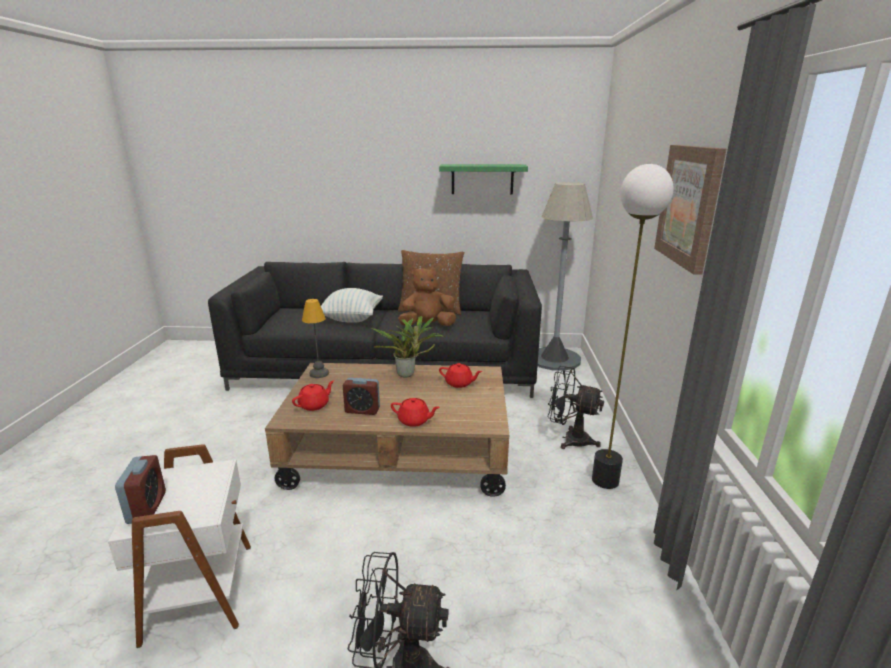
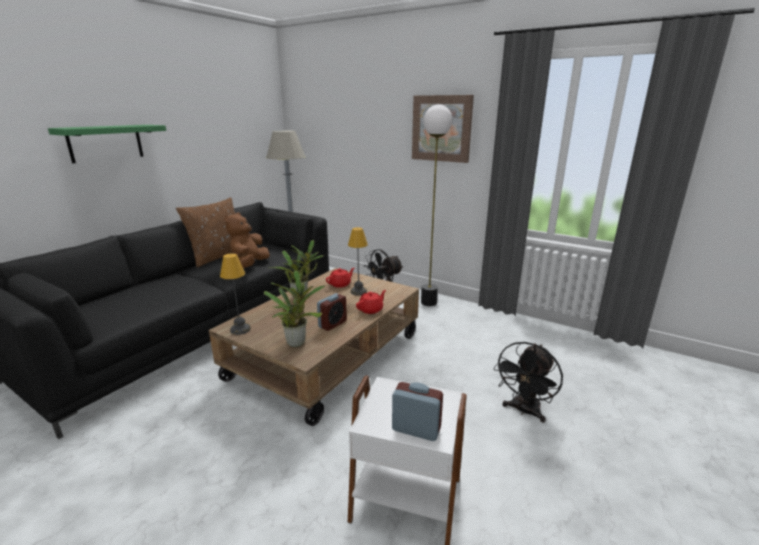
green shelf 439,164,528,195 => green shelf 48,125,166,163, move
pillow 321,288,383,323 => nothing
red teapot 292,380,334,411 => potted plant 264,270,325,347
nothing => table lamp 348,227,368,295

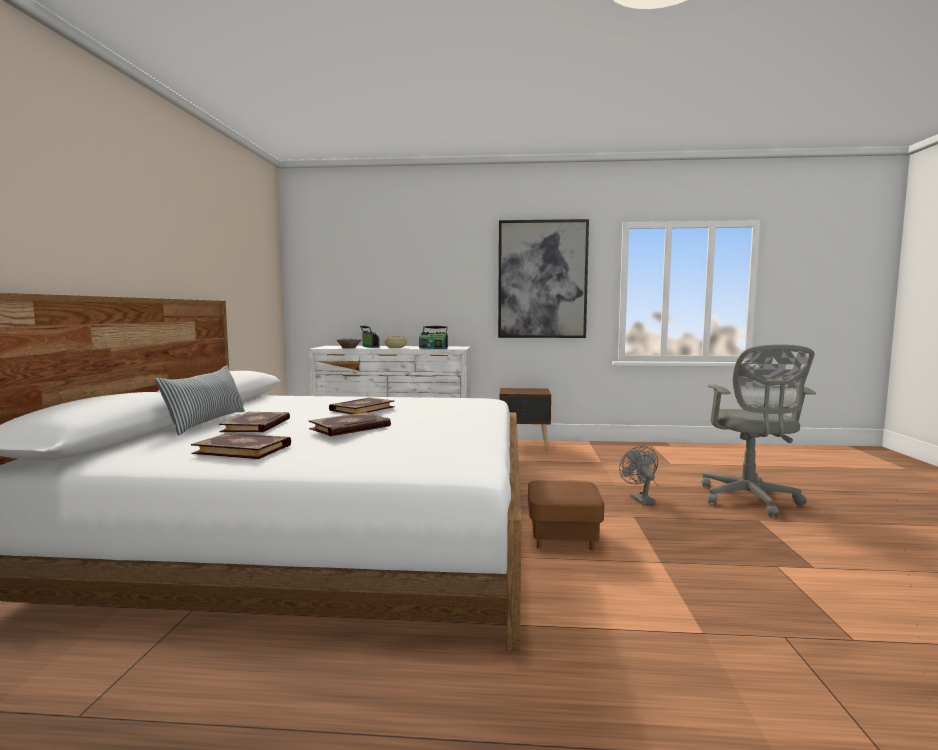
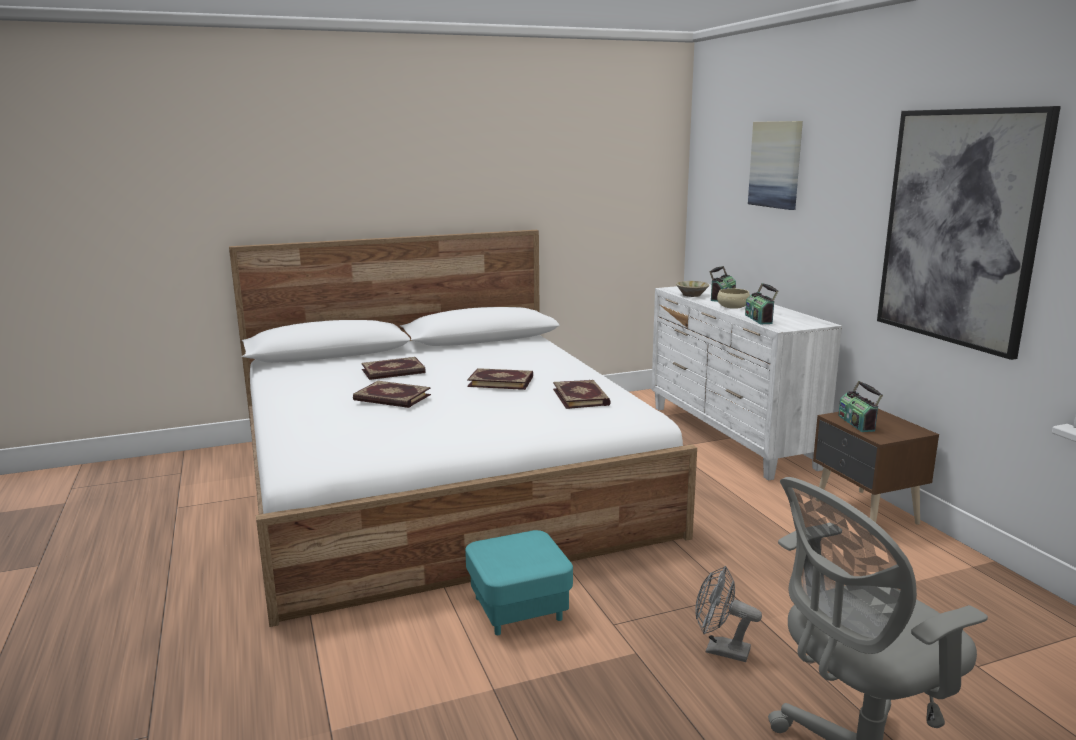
pillow 155,365,245,435 => nothing
book 191,433,291,459 => book 553,380,611,409, move
grey fan 619,446,658,504 => grey fan 695,566,762,662, 120 degrees counterclockwise
brown ottoman 528,480,604,550 => turquoise ottoman 465,530,573,635
nothing => picture 748,121,803,210
nothing => radio 838,381,883,432

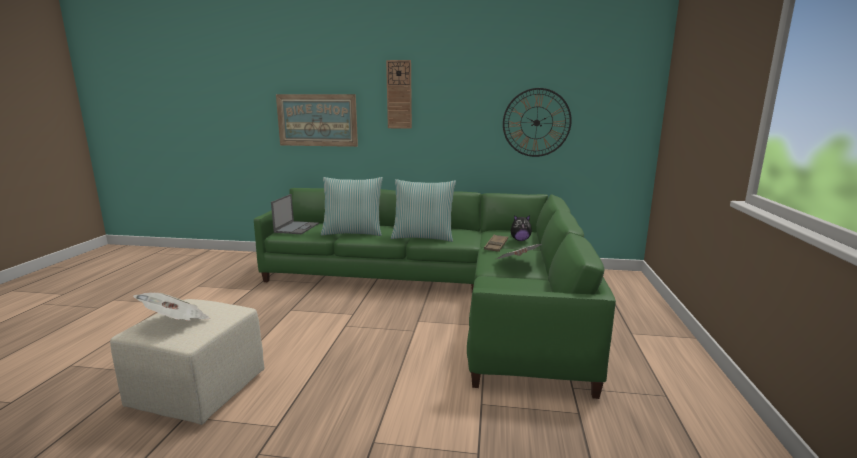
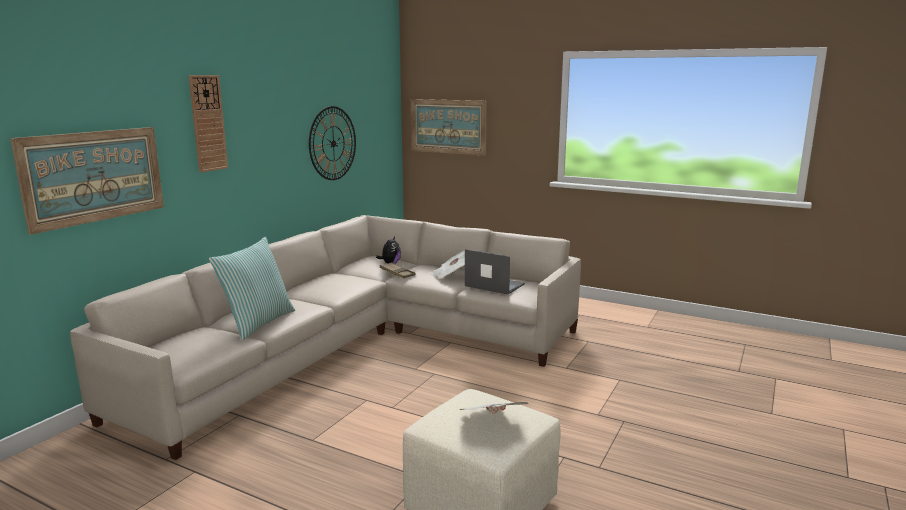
pillow 391,179,456,242 => nothing
green sofa 254,188,616,399 => beige sofa 70,215,581,460
laptop 271,194,319,234 => laptop 465,249,525,295, move
nothing => picture 411,99,487,156

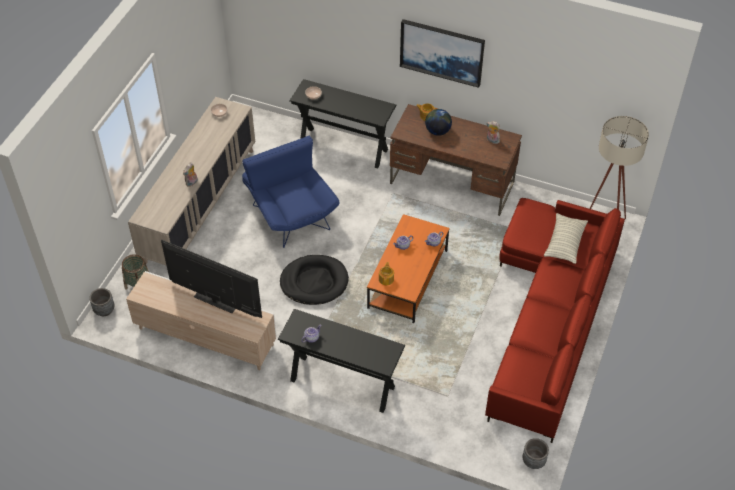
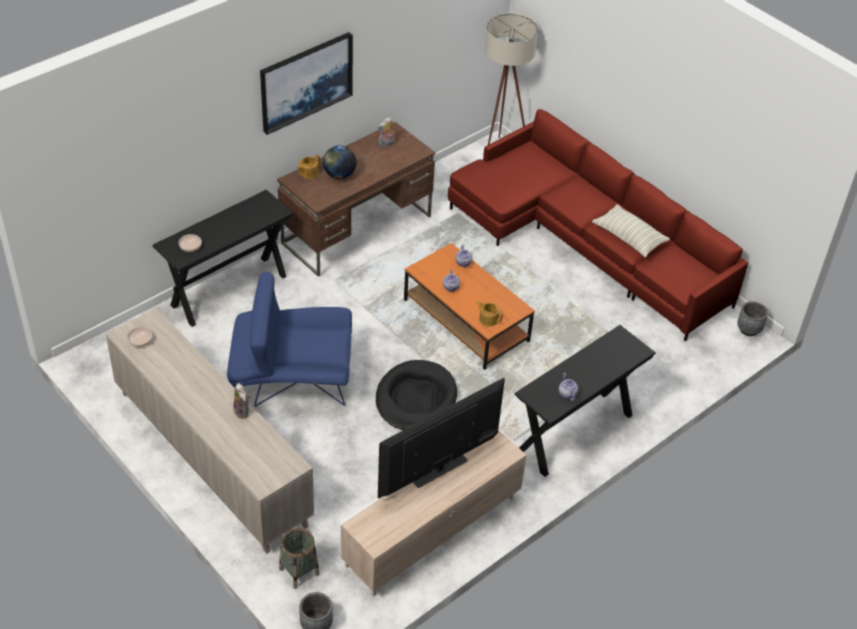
pillow 544,213,588,264 => pillow 592,204,670,258, move

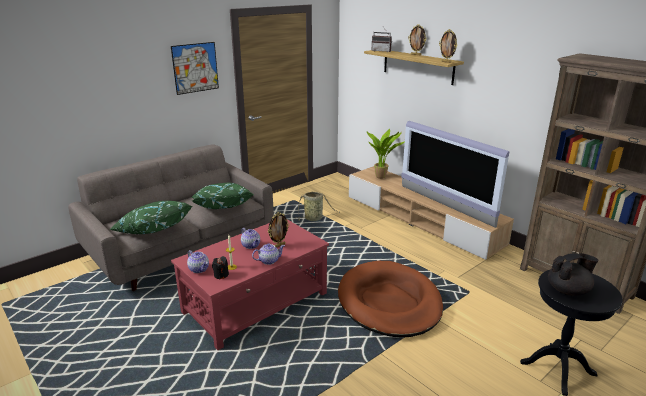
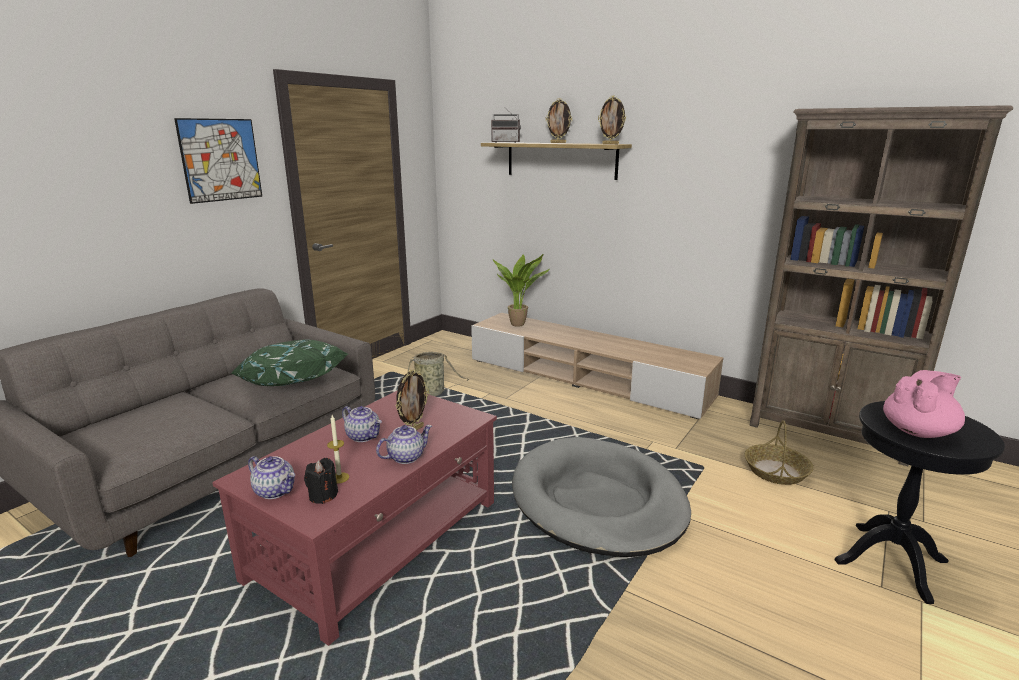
television 401,121,510,228 => nothing
green pillow 110,201,193,234 => nothing
black teapot 548,253,598,296 => pink teapot 883,370,965,438
brown dog bed 338,261,443,338 => grey dog bed 512,437,691,557
nothing => basket 744,420,814,485

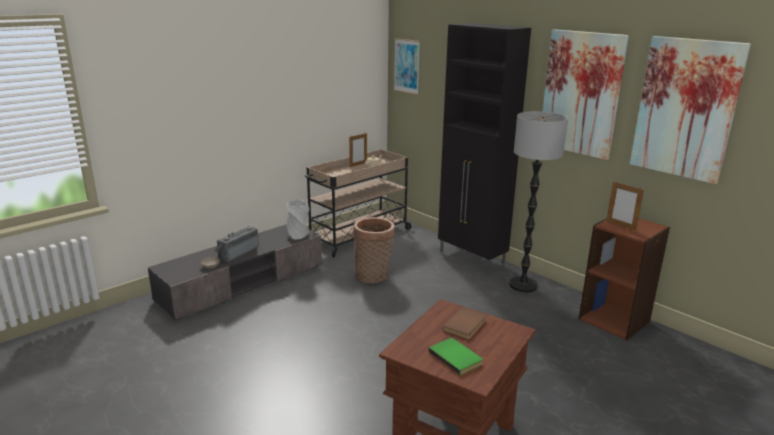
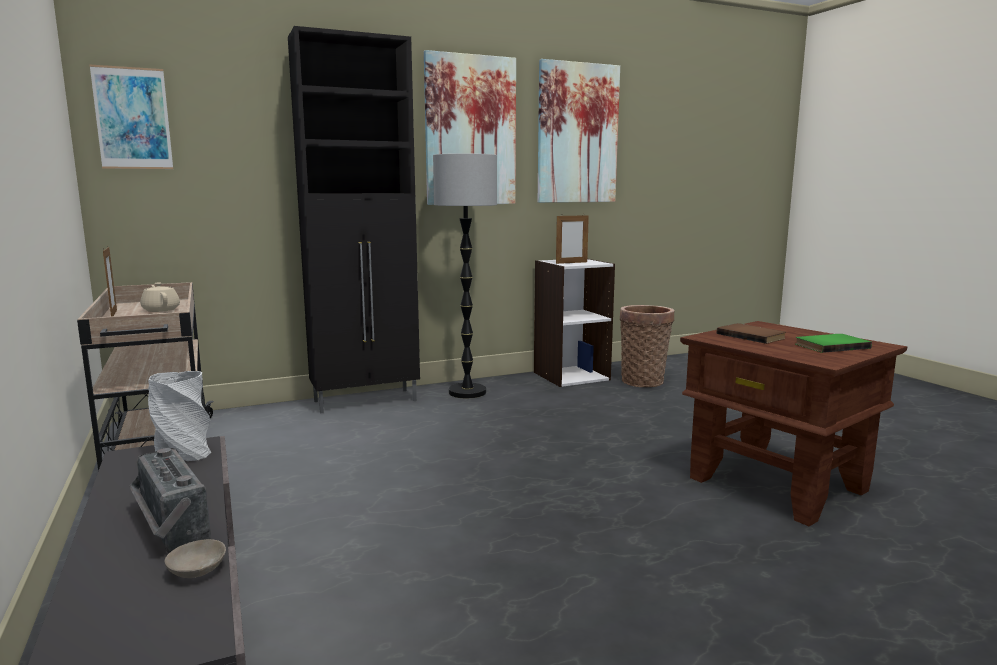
basket 353,217,395,283 => basket 620,305,674,387, move
brown bookcase 579,218,670,340 => white bookcase 534,259,615,387

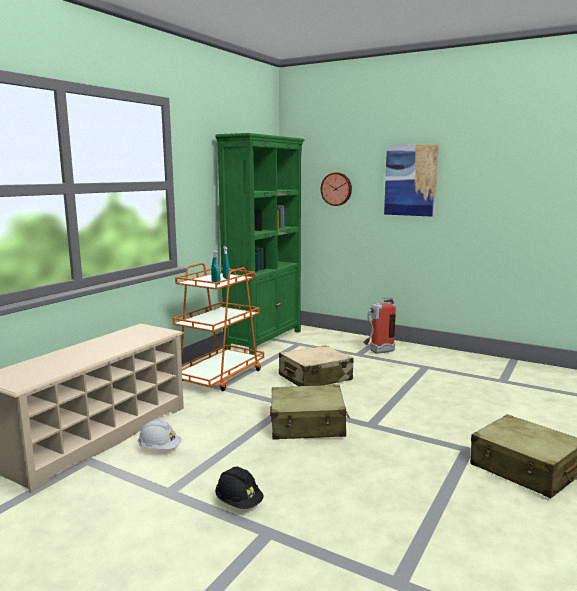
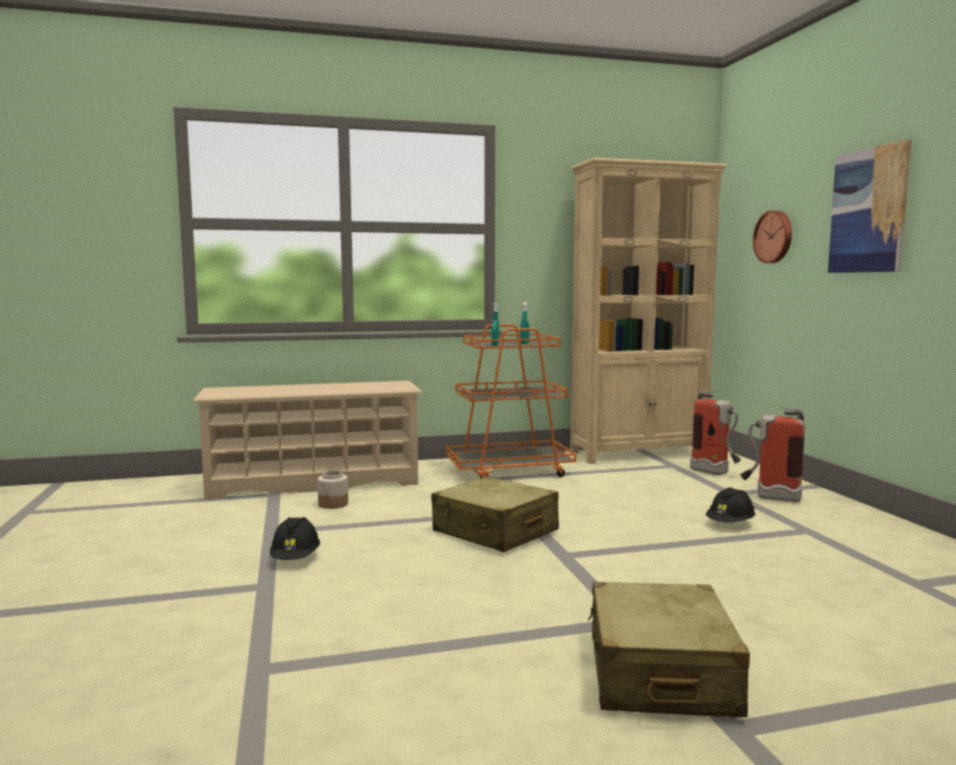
green bookcase 215,133,304,355 => beige bookcase 570,158,727,464
beige suitcase 279,345,354,386 => nothing
white hard hat 138,419,181,450 => jar 318,471,348,509
nothing => fire extinguisher 690,391,741,475
nothing => black hard hat 706,487,755,523

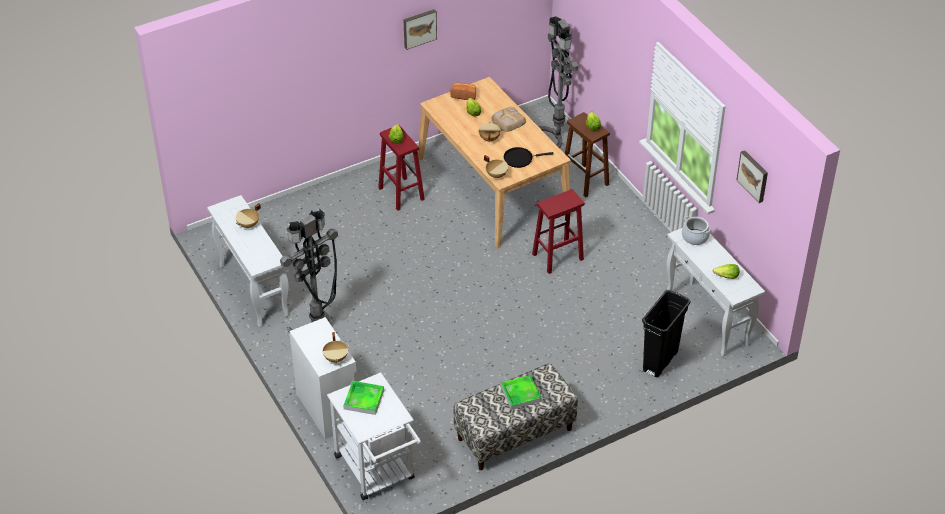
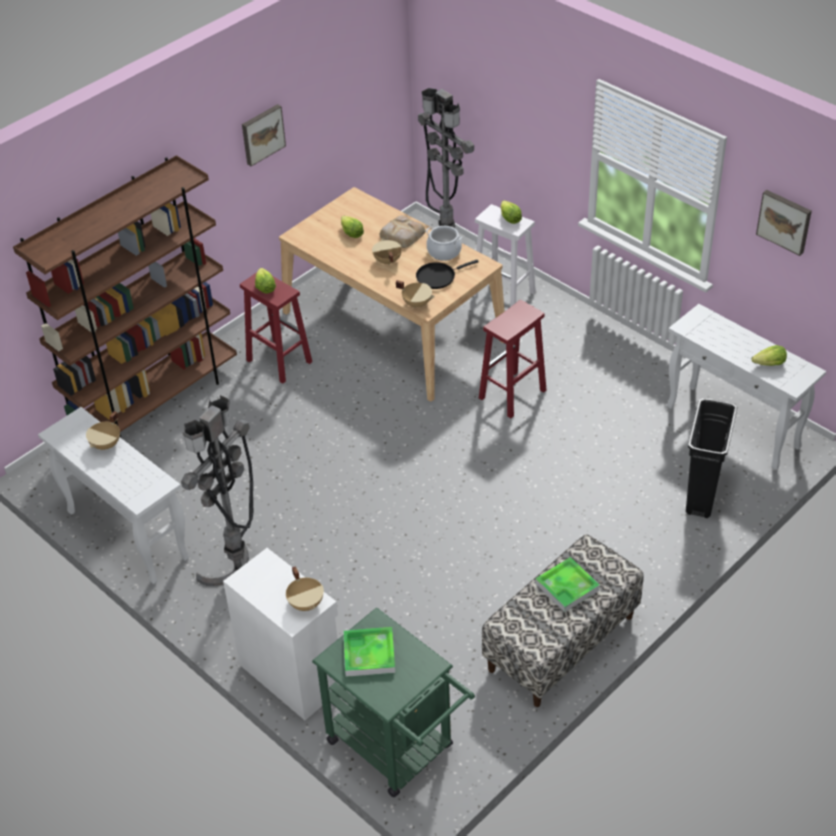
bread 450,82,476,100 => nothing
brown stool 565,112,610,198 => white stool 474,204,536,307
cooking pot 682,216,710,245 => cooking pot 426,226,462,261, move
white cart 327,373,421,500 => green cart 312,607,475,797
nothing => brown bookcase 13,155,237,438

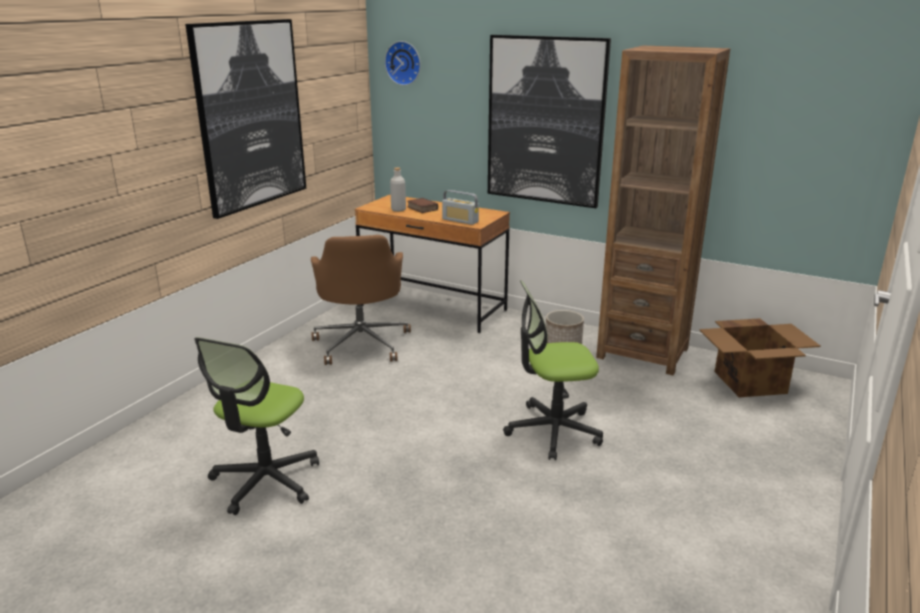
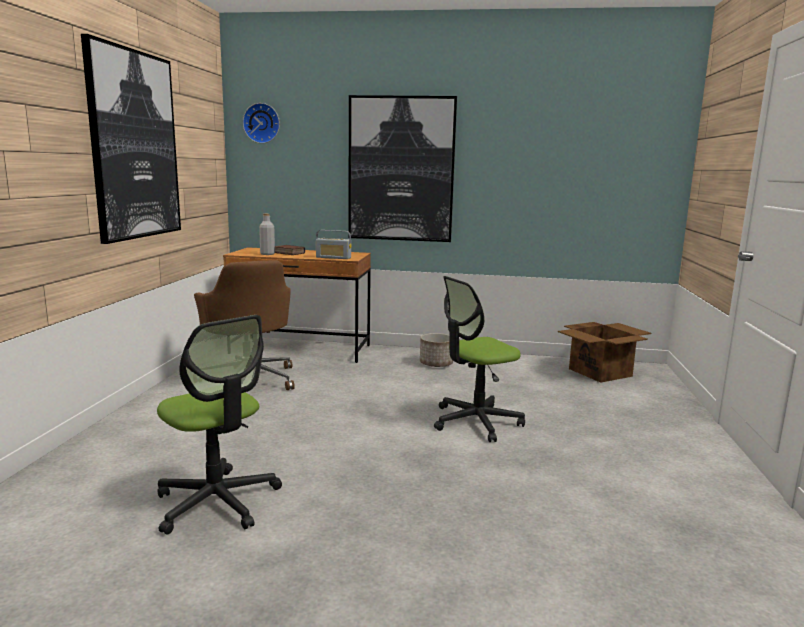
brown bookcase 596,46,730,375 => nothing
office chair 194,337,319,515 => office chair 157,315,282,534, 45 degrees counterclockwise

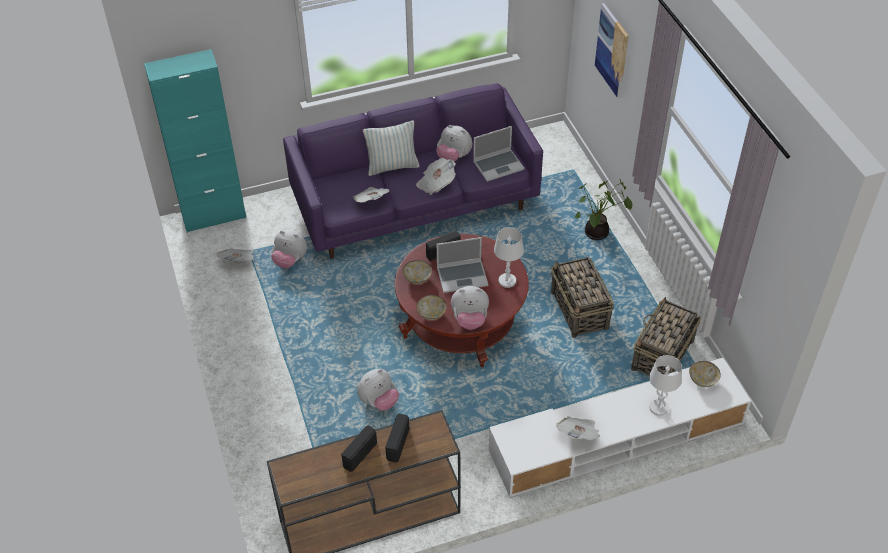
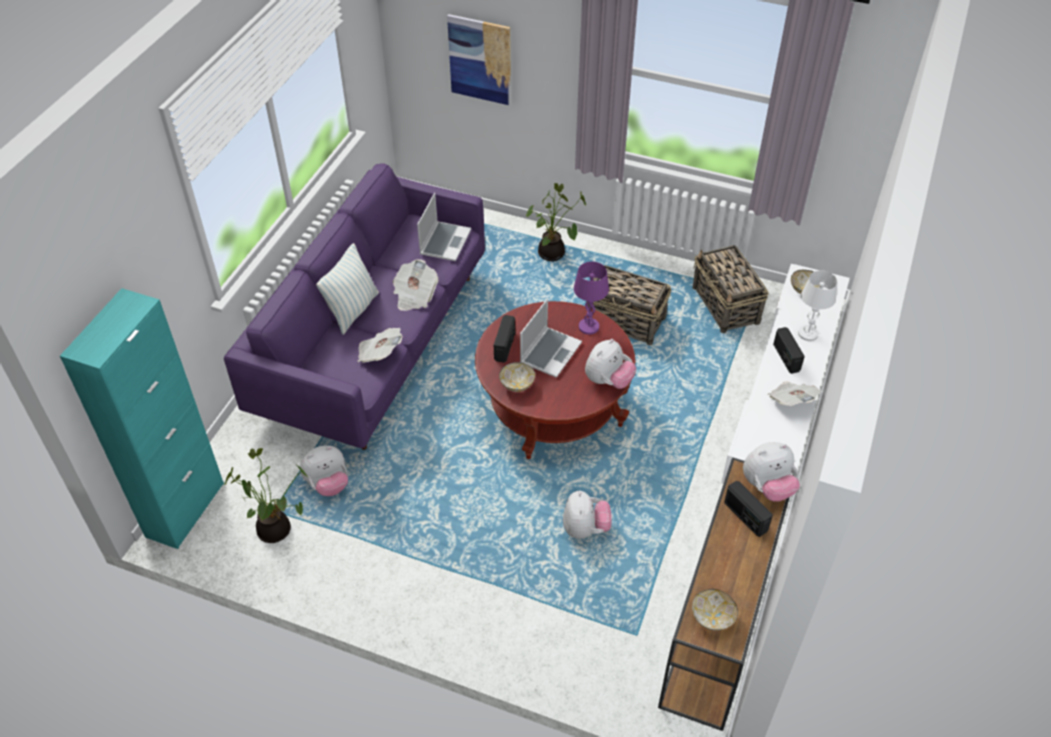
plush toy 436,125,472,162 => plush toy 743,442,800,502, move
white table lamp 494,227,524,288 => purple table lamp 574,262,609,335
newspaper 217,248,255,262 => potted plant 224,448,308,543
bowl 416,295,447,320 => bowl 692,589,738,631, move
radio 341,425,377,472 => radio 773,327,805,374, move

